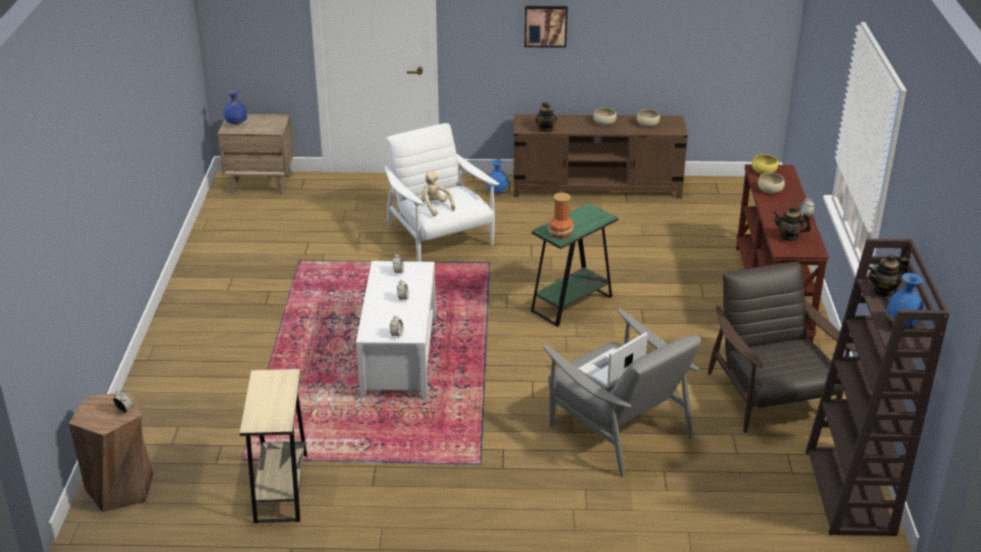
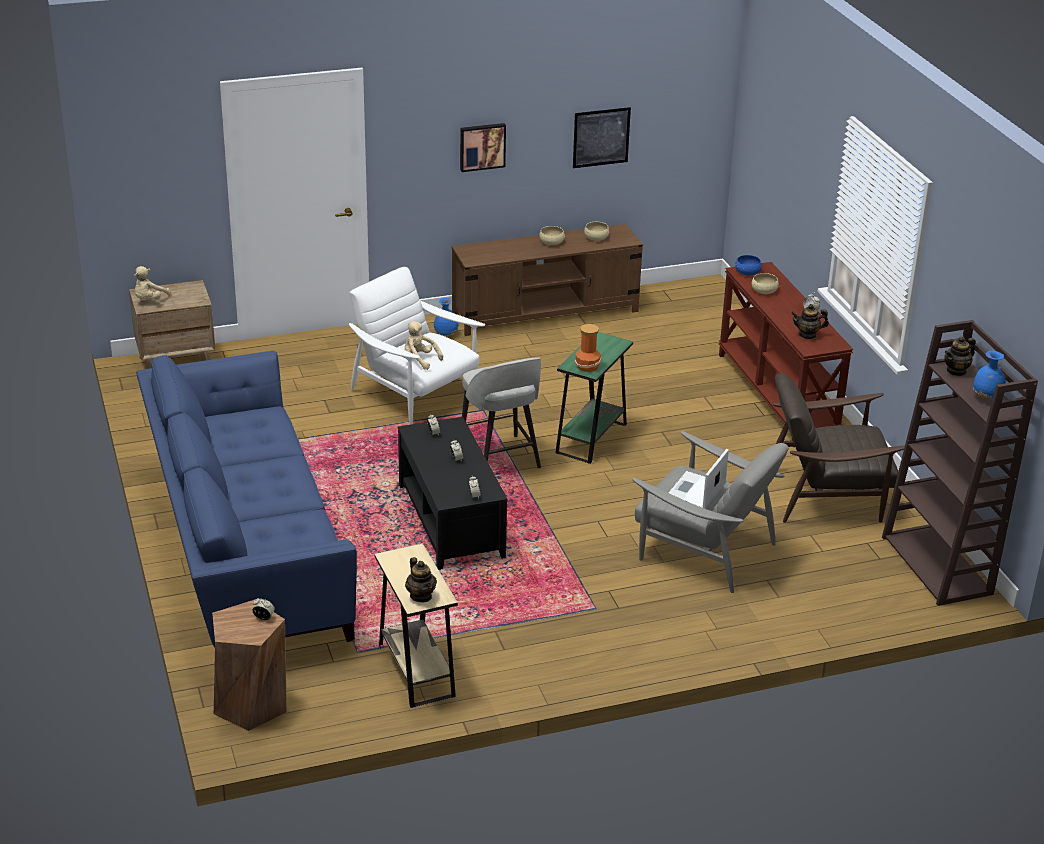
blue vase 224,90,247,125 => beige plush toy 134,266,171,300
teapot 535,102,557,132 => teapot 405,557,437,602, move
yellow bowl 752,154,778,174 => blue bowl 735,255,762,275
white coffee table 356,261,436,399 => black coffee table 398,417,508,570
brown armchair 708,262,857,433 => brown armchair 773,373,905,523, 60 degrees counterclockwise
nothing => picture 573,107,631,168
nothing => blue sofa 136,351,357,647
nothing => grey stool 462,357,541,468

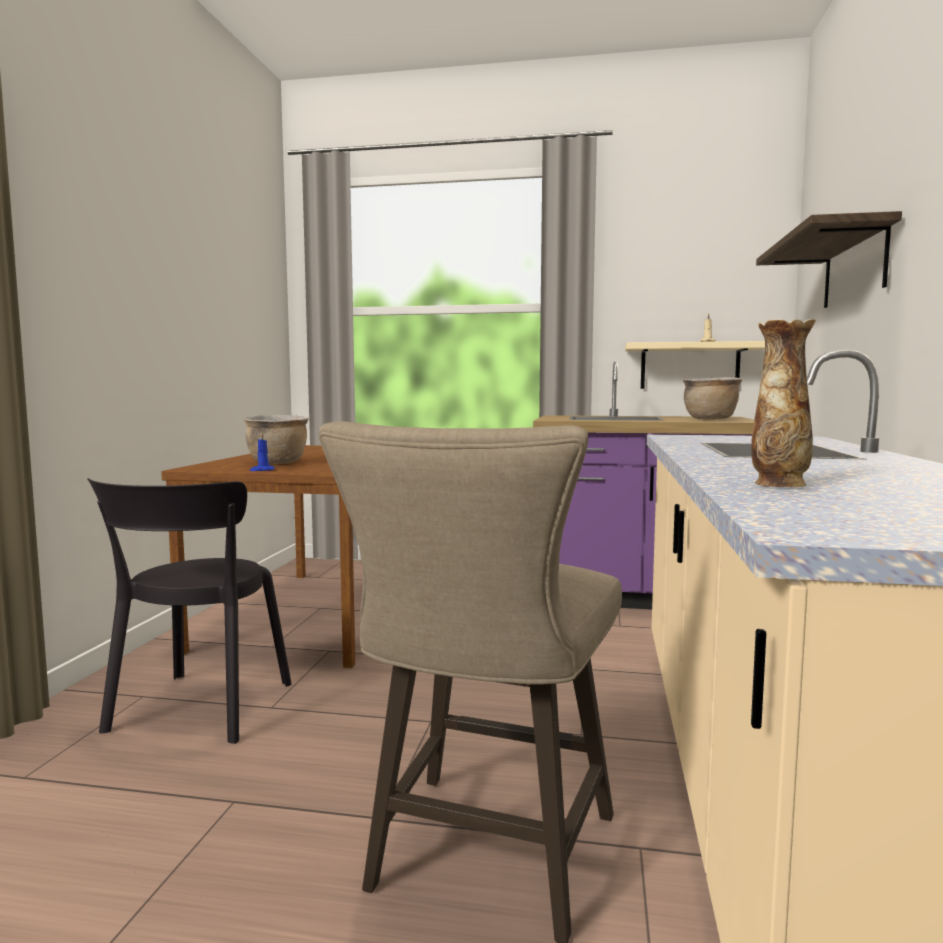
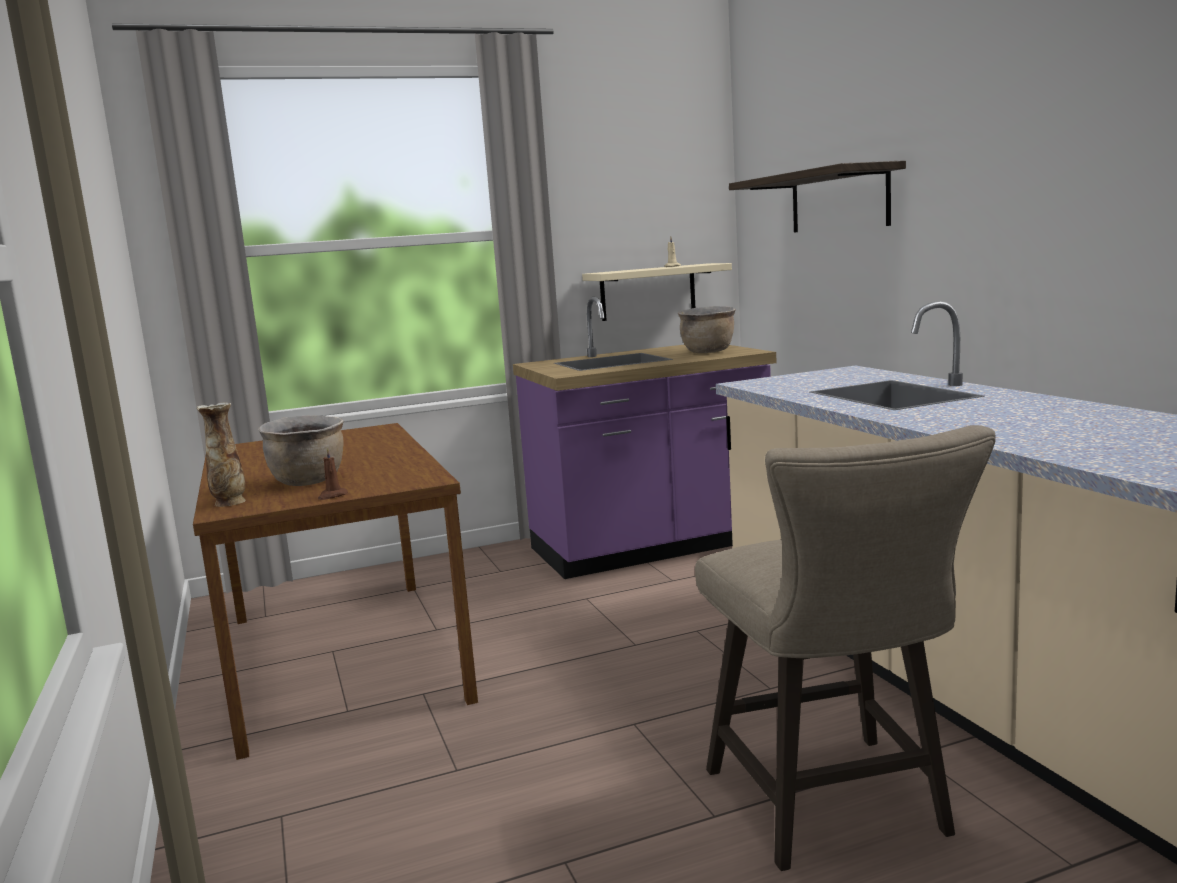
vase 751,319,816,487 => vase 196,402,246,507, move
blue candle 250,433,275,471 => brown candle 318,448,348,500
black chair 87,478,292,744 => nothing

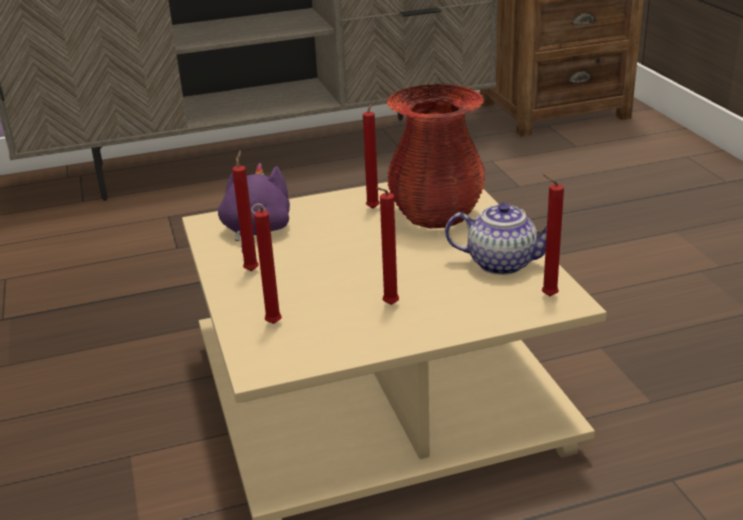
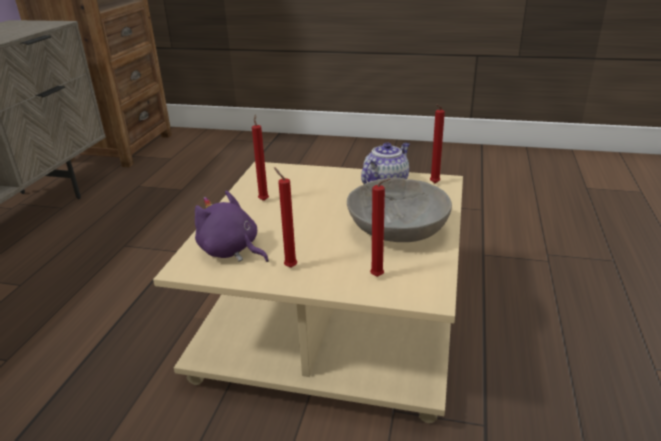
red vase 386,84,485,228 => nothing
red candle 376,187,399,305 => grey bowl 347,177,452,242

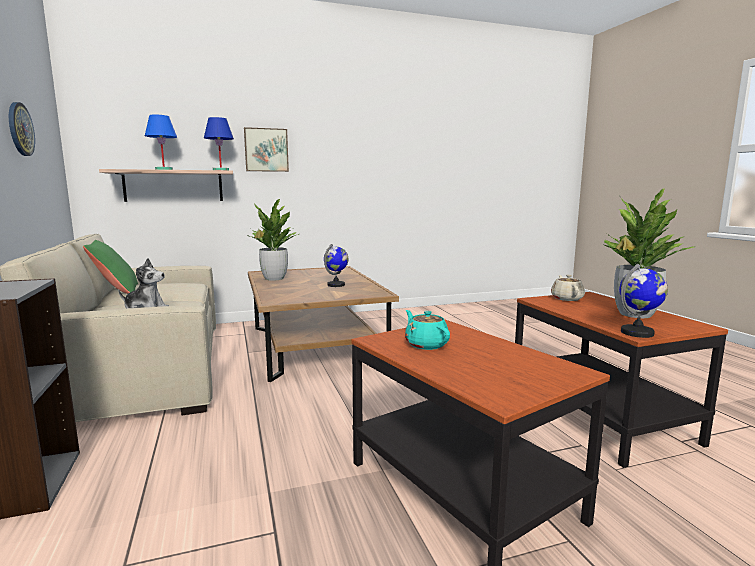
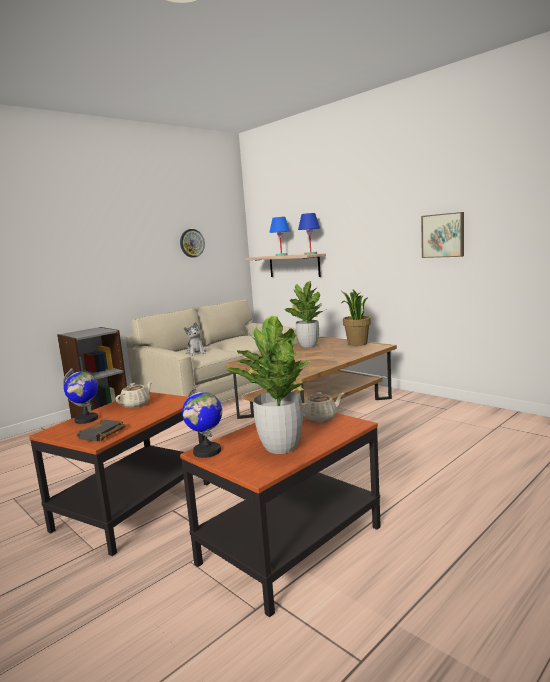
picture 244,127,289,172 => picture 421,212,464,258, move
green pillow 83,240,138,294 => nothing
globe 324,244,348,287 => globe 63,368,98,424, move
turquoise teapot 405,310,450,350 => beige teapot 116,381,152,408
nothing => potted plant 340,290,371,346
nothing => black book 76,419,126,442

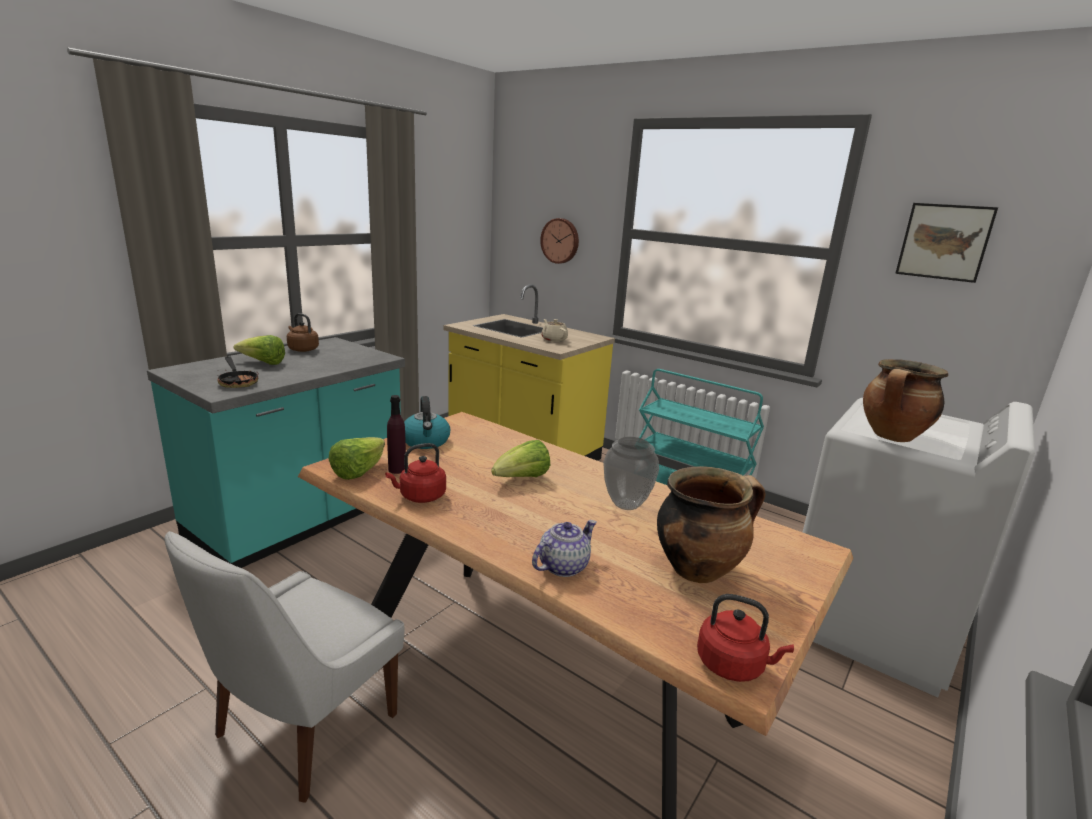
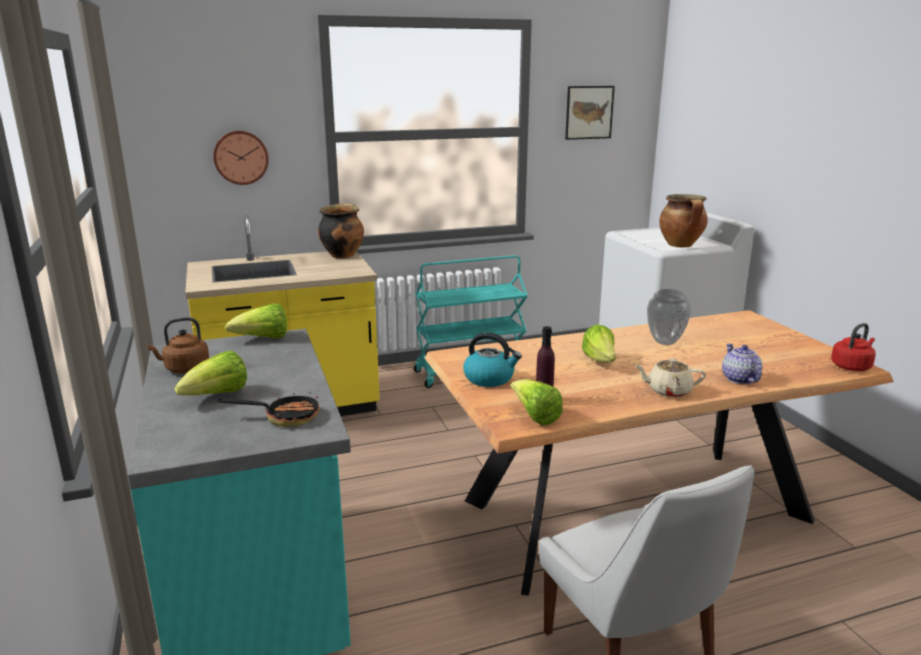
beige teapot 541,319,568,342 => beige teapot 634,359,706,398, move
red kettle 385,443,446,503 => nothing
cooking pot 657,466,766,583 => cooking pot 318,203,364,258, move
nothing => lettuce 225,304,287,339

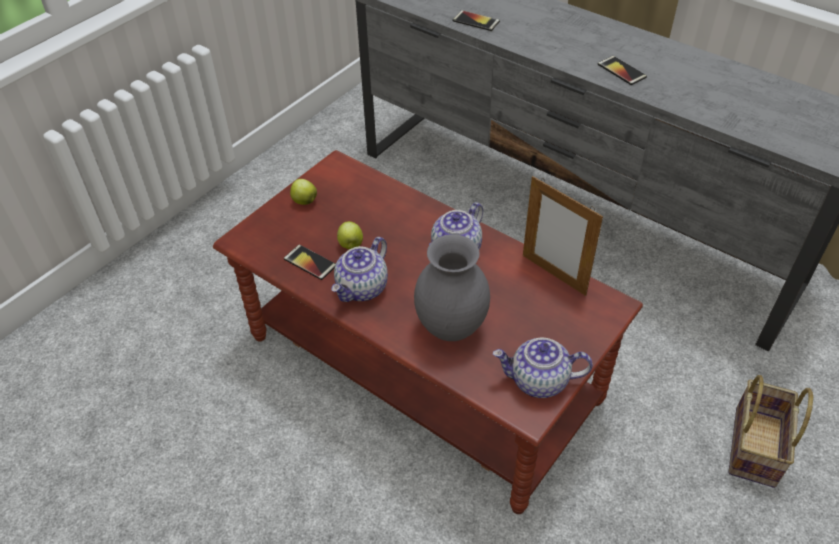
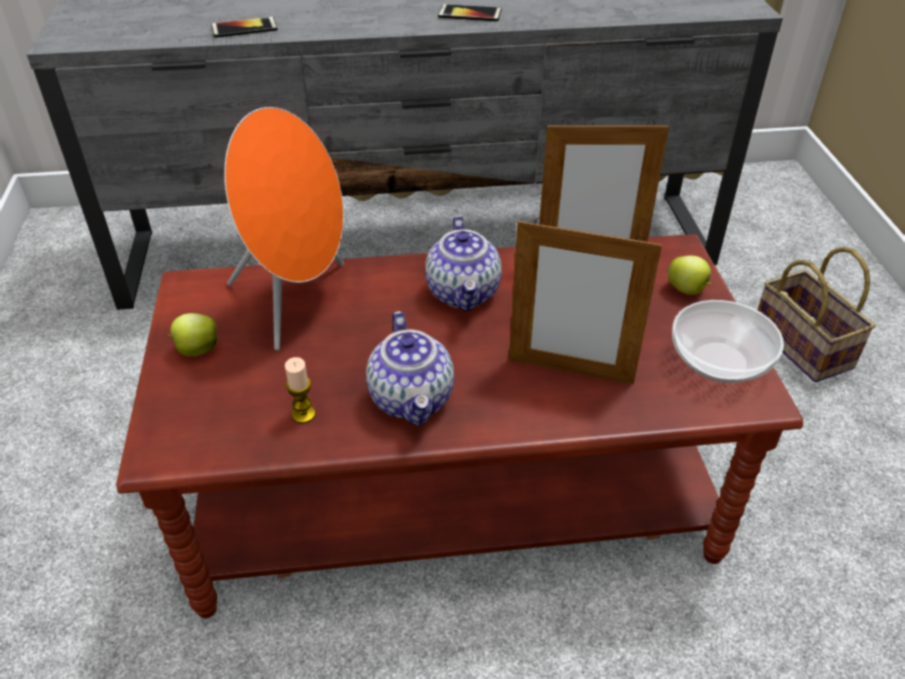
apple 337,221,363,249 => apple 668,255,712,295, move
grey vase 414,234,490,341 => picture frame 509,218,662,385
phone 284,244,336,280 => candle 285,357,316,424
teapot 493,338,593,398 => bowl 672,300,784,383
nothing => orange speaker 224,107,344,350

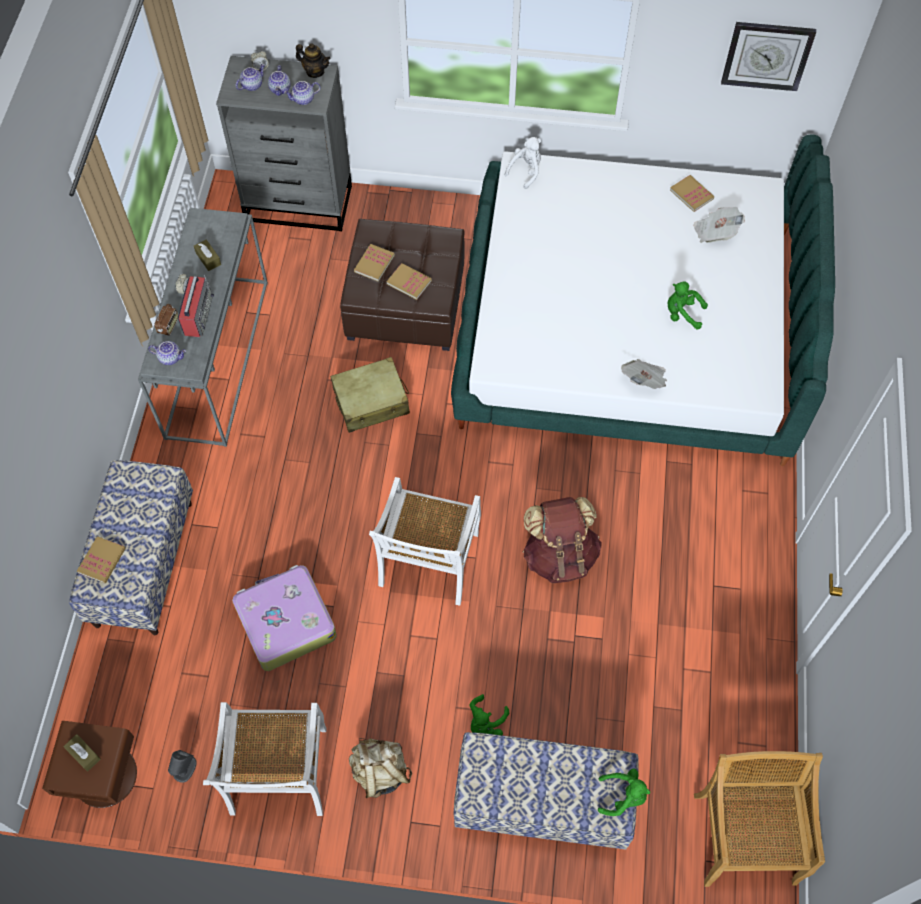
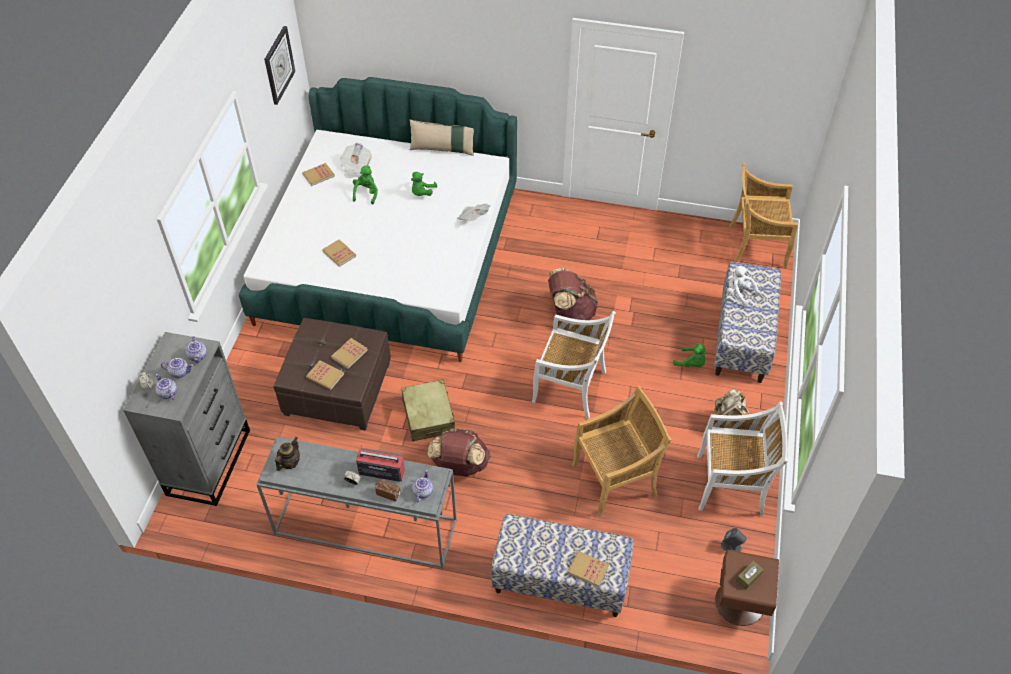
teapot 296,44,331,78 => teapot 275,437,300,471, move
white plush toy 505,137,541,189 => white plush toy 727,266,759,306, move
brown tissue box 194,239,221,271 => nothing
suitcase 232,565,337,671 => beige chair 572,386,672,517
green plush toy 598,768,650,816 => green plush toy 353,166,378,205, move
nothing => beige pillow 409,119,474,156
nothing => book 322,239,356,267
nothing => brown backpack 428,428,491,476

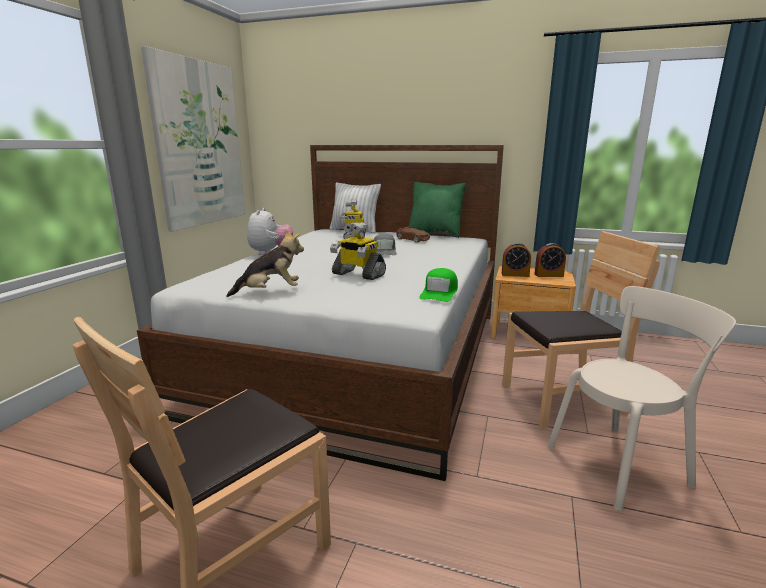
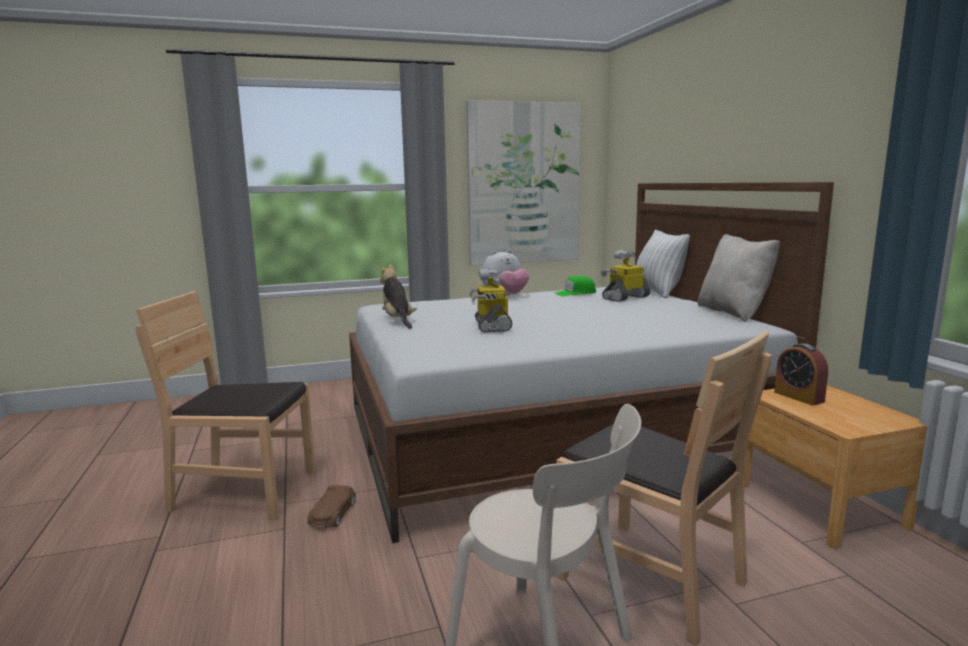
green pillow 409,182,466,238 => beige pillow 698,234,780,322
brown toy car 396,227,430,242 => brown toy car 308,485,356,528, move
plush toy 226,230,304,297 => plush toy 379,264,417,329, 150 degrees counterclockwise
grey cap 374,234,397,255 => nothing
alarm clock 534,243,566,277 => nothing
green cap 419,268,458,302 => green cap 555,276,596,296, move

